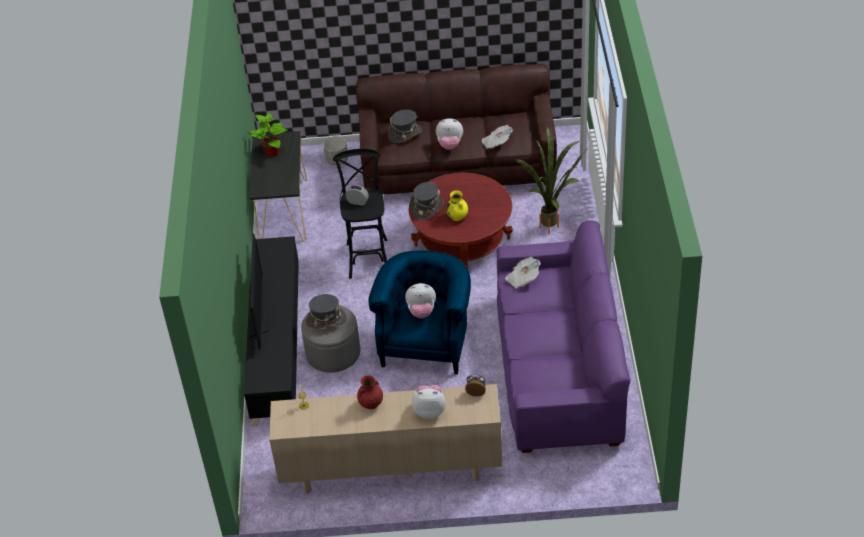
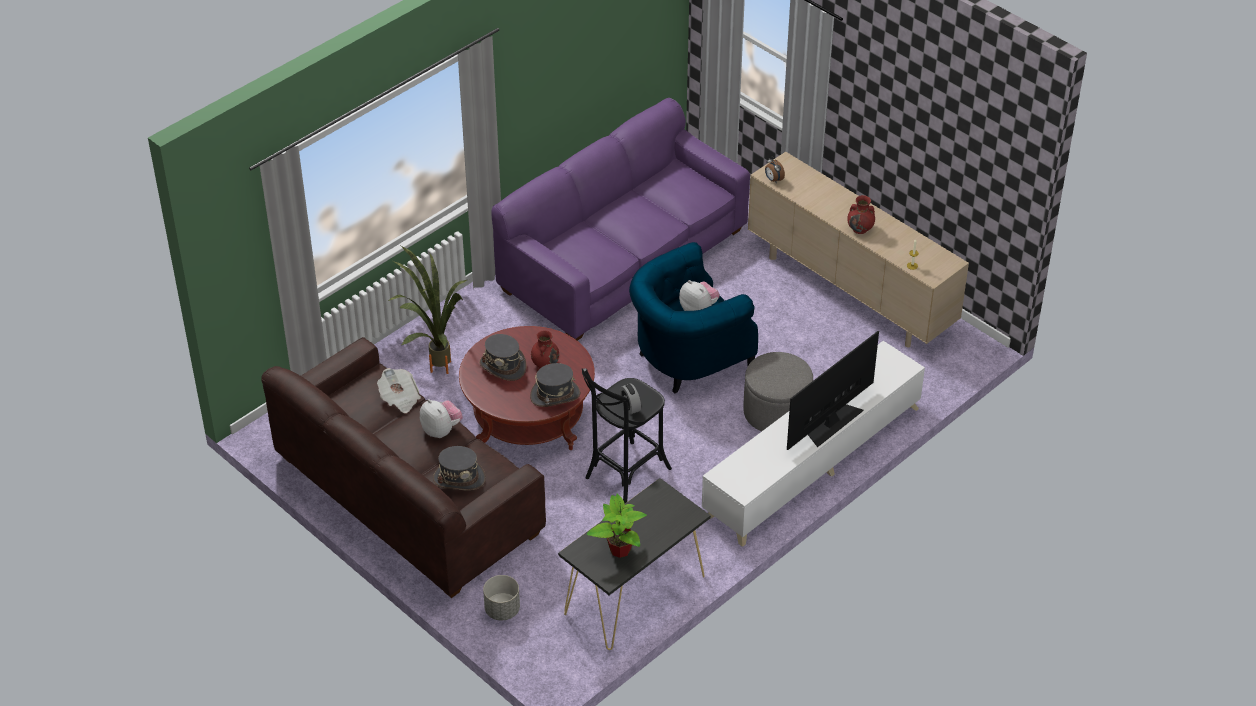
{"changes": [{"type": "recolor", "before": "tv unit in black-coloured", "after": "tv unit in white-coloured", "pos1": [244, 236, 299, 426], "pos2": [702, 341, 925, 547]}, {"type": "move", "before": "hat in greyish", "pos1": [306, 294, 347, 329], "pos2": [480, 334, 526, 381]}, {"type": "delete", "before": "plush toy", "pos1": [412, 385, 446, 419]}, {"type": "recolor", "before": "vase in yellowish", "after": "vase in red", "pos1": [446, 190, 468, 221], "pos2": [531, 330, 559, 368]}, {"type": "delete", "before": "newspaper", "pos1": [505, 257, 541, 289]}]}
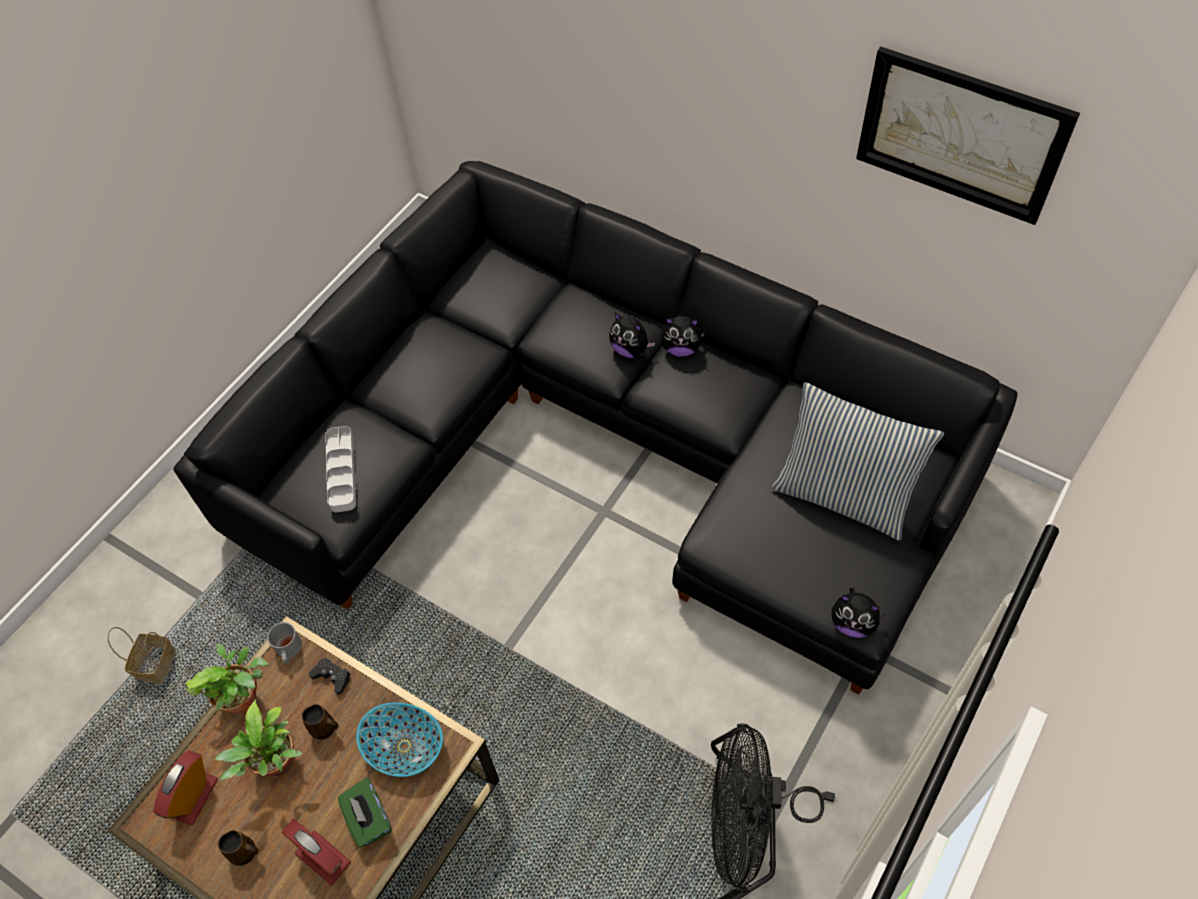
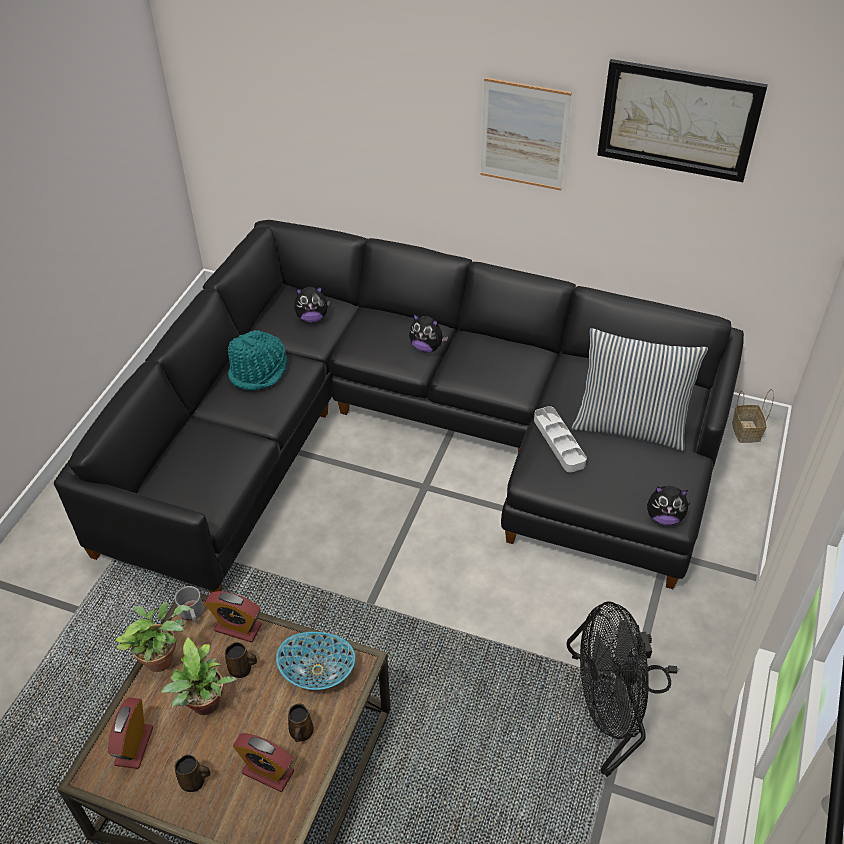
{"changes": [{"type": "move", "before": "basket", "pos1": [108, 627, 176, 684], "pos2": [732, 389, 774, 443]}, {"type": "replace", "before": "gamepad in black-coloured", "after": "alarm clock", "pos1": [309, 658, 351, 695], "pos2": [205, 591, 262, 642]}, {"type": "move", "before": "serving tray in greyish", "pos1": [325, 426, 356, 512], "pos2": [534, 406, 587, 472]}, {"type": "replace", "before": "tissue holder in green", "after": "coffee mug in brown-coloured", "pos1": [338, 777, 392, 847], "pos2": [288, 704, 314, 742]}, {"type": "move", "before": "plush toy", "pos1": [661, 316, 705, 357], "pos2": [294, 287, 330, 322]}, {"type": "insert", "after": "hat in turquoise-coloured", "pos2": [227, 330, 287, 390]}, {"type": "insert", "after": "wall picture", "pos2": [481, 78, 572, 191]}]}
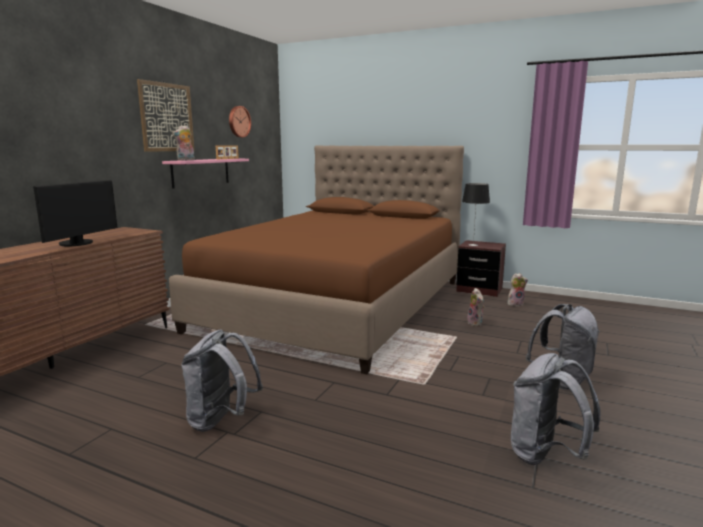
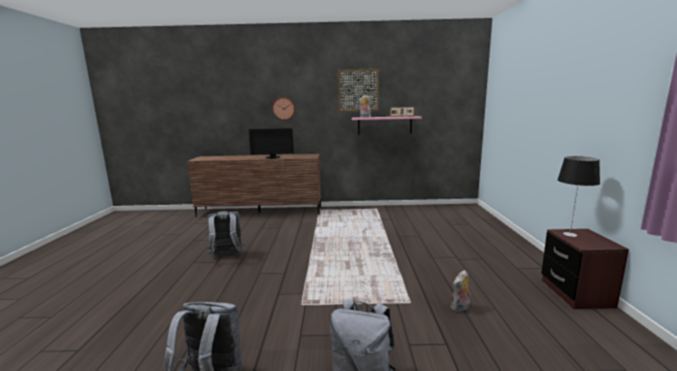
{"changes": [{"type": "delete", "before": "sleeping bed in brown-coloured", "pos1": [169, 145, 464, 374]}, {"type": "move", "before": "wall clock", "pos1": [229, 106, 251, 137], "pos2": [272, 97, 295, 120]}, {"type": "delete", "before": "plush toy", "pos1": [508, 273, 528, 306]}]}
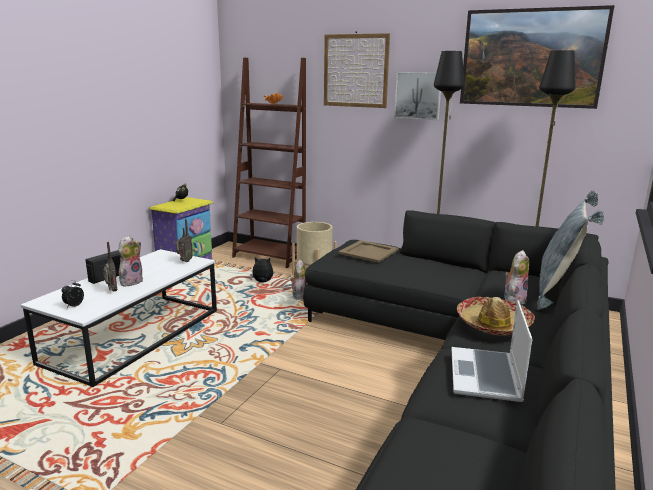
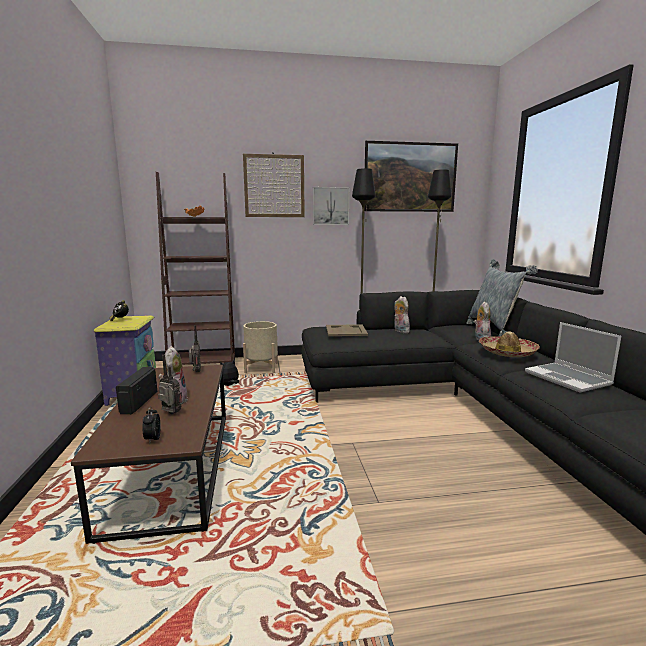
{"changes": [{"type": "recolor", "before": "low table in white-coloured", "after": "low table in brown-coloured", "pos1": [21, 249, 217, 387], "pos2": [71, 365, 226, 544]}, {"type": "move", "before": "plush toy", "pos1": [290, 260, 307, 300], "pos2": [394, 296, 410, 333]}]}
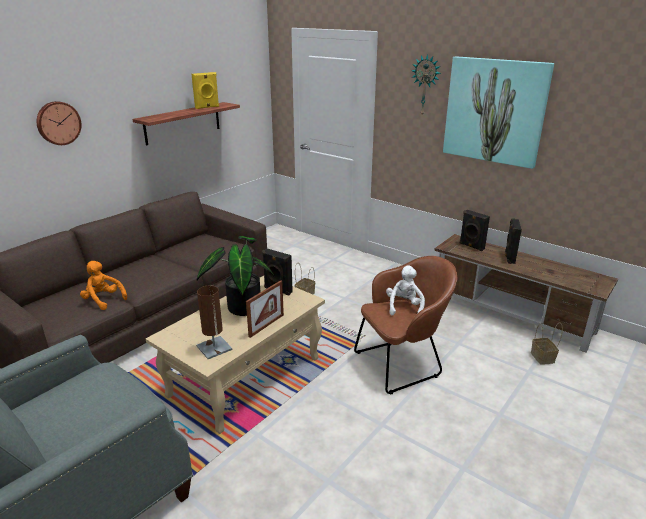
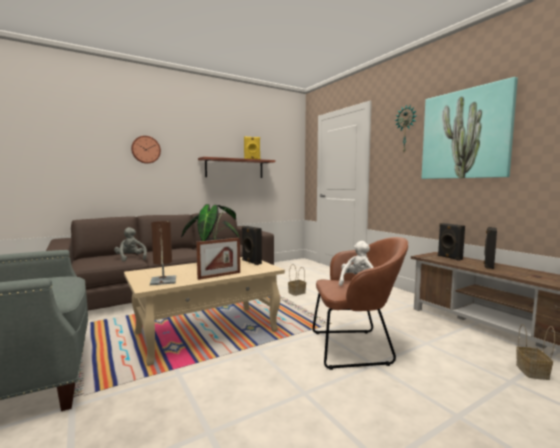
{"changes": [{"type": "recolor", "before": "plush toy in orange", "after": "plush toy in greyish", "pos1": [80, 261, 127, 310], "pos2": [114, 227, 147, 262]}]}
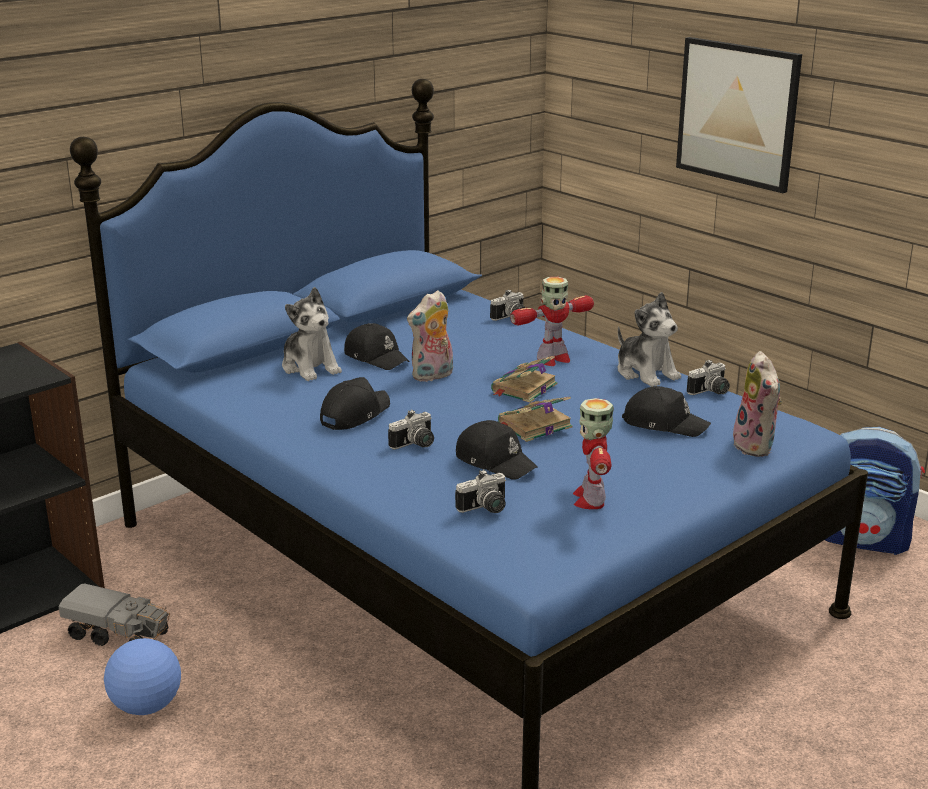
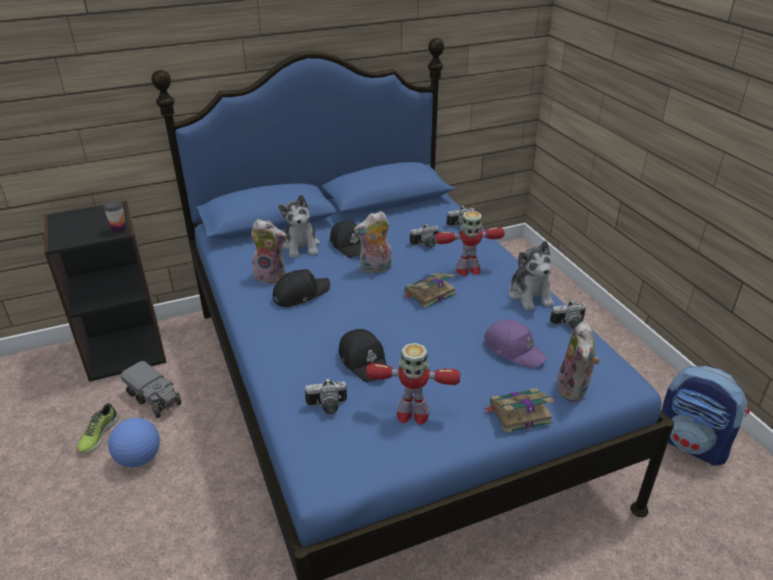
{"changes": [{"type": "move", "before": "still camera", "pos1": [388, 410, 434, 450], "pos2": [410, 223, 439, 248]}, {"type": "move", "before": "bound book", "pos1": [498, 397, 572, 442], "pos2": [484, 388, 554, 433]}, {"type": "rotate", "before": "toy robot", "pos1": [573, 398, 614, 509], "pos2": [366, 343, 460, 425], "turn": -105}, {"type": "recolor", "before": "peaked cap in black-coloured", "after": "peaked cap in purple", "pos1": [622, 386, 711, 437], "pos2": [484, 319, 547, 368]}, {"type": "delete", "before": "wall picture", "pos1": [676, 37, 802, 193]}, {"type": "insert", "after": "low shoe", "pos2": [77, 403, 119, 453]}, {"type": "insert", "after": "cup", "pos2": [103, 200, 126, 233]}, {"type": "insert", "after": "plush toy", "pos2": [251, 219, 287, 284]}]}
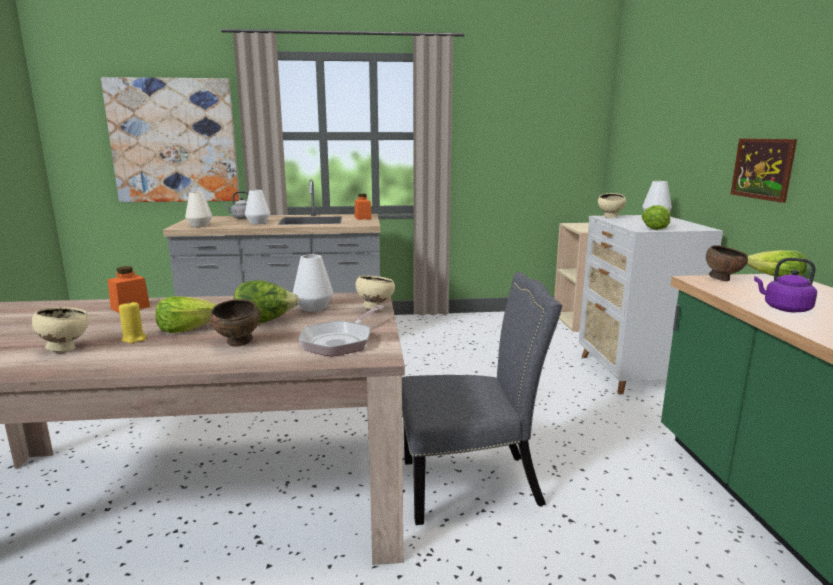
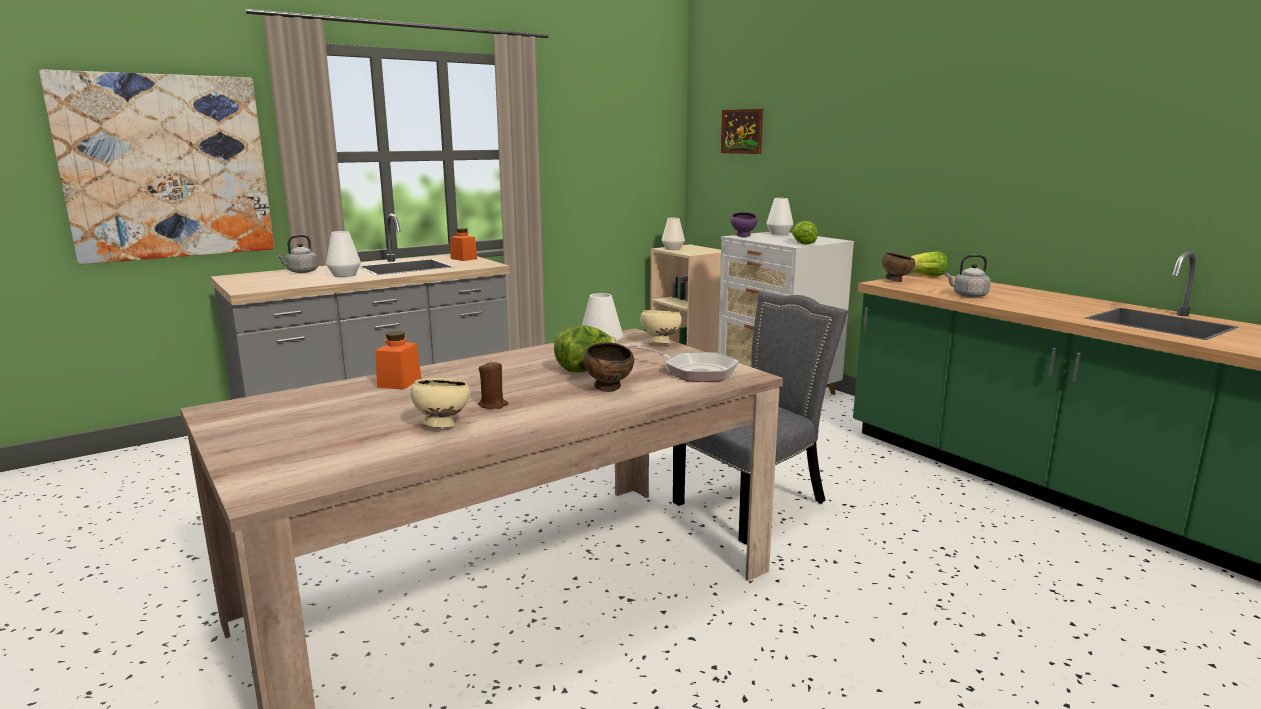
{"changes": [{"type": "recolor", "before": "candle in yellowish", "after": "candle in brown-coloured", "pos1": [119, 301, 147, 343], "pos2": [478, 361, 509, 409]}, {"type": "delete", "before": "head of lettuce", "pos1": [155, 296, 218, 333]}, {"type": "move", "before": "vase in white-coloured", "pos1": [185, 192, 212, 227], "pos2": [662, 218, 685, 250]}, {"type": "rotate", "before": "pan", "pos1": [299, 305, 385, 357], "pos2": [627, 344, 739, 382], "turn": -60}, {"type": "recolor", "before": "serving bowl in beige-coloured", "after": "serving bowl in purple", "pos1": [598, 193, 626, 218], "pos2": [730, 212, 758, 237]}, {"type": "move", "before": "wall picture", "pos1": [730, 138, 797, 203], "pos2": [721, 109, 763, 154]}, {"type": "recolor", "before": "kettle in purple", "after": "kettle in greyish", "pos1": [754, 258, 817, 312], "pos2": [945, 255, 991, 297]}]}
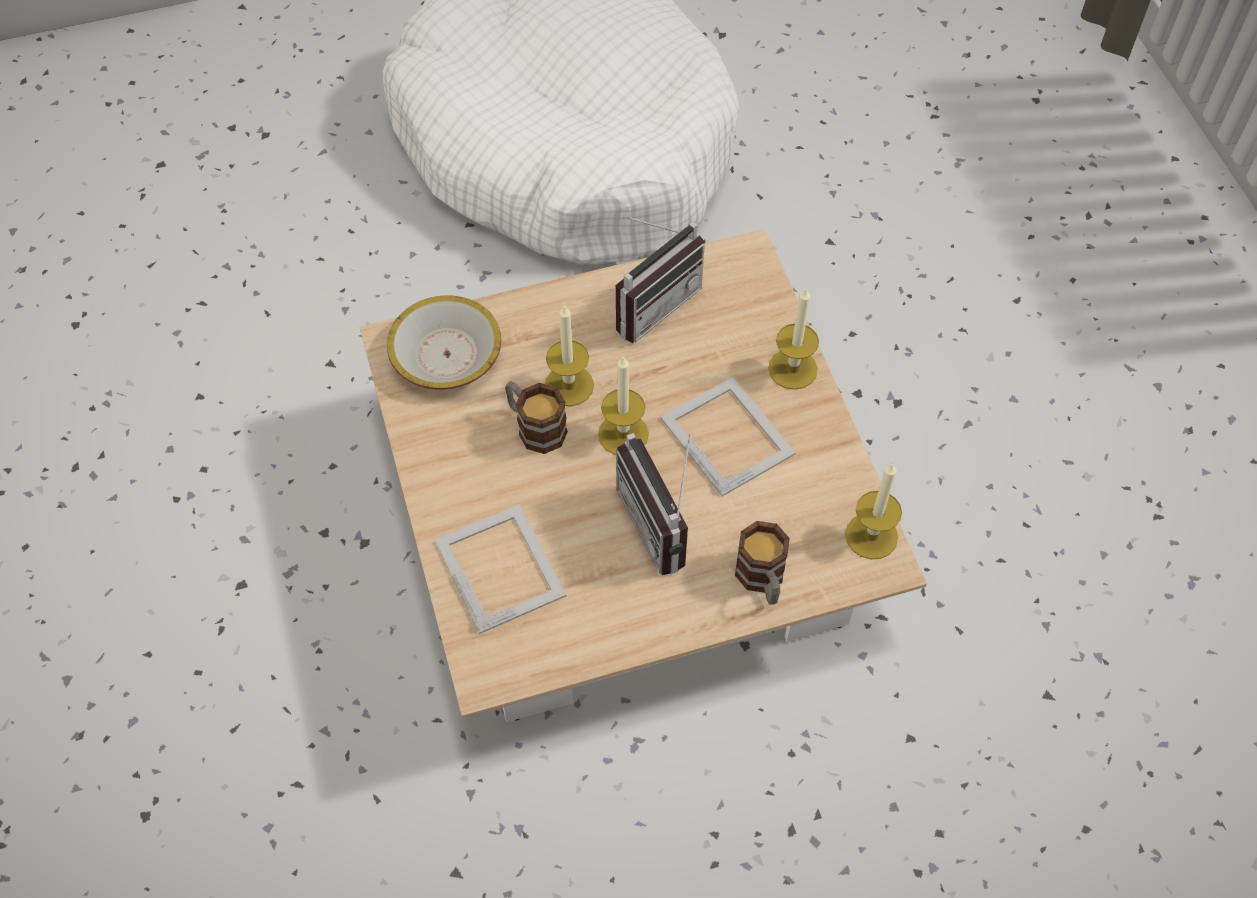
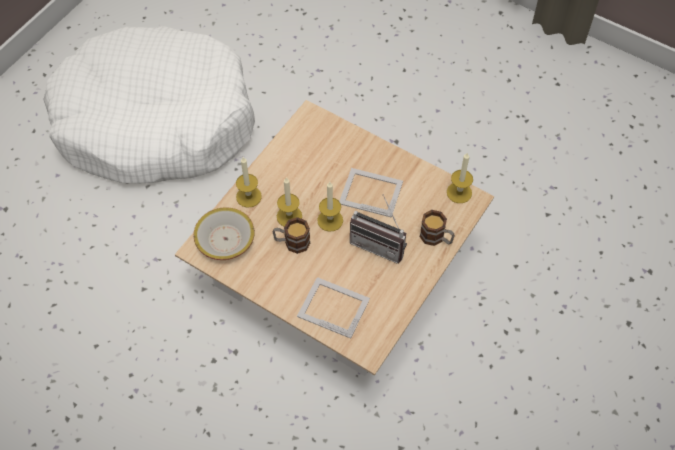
{"changes": [{"type": "delete", "before": "radio", "pos1": [616, 216, 705, 343]}, {"type": "move", "before": "candle", "pos1": [768, 289, 819, 390], "pos2": [236, 157, 262, 208]}]}
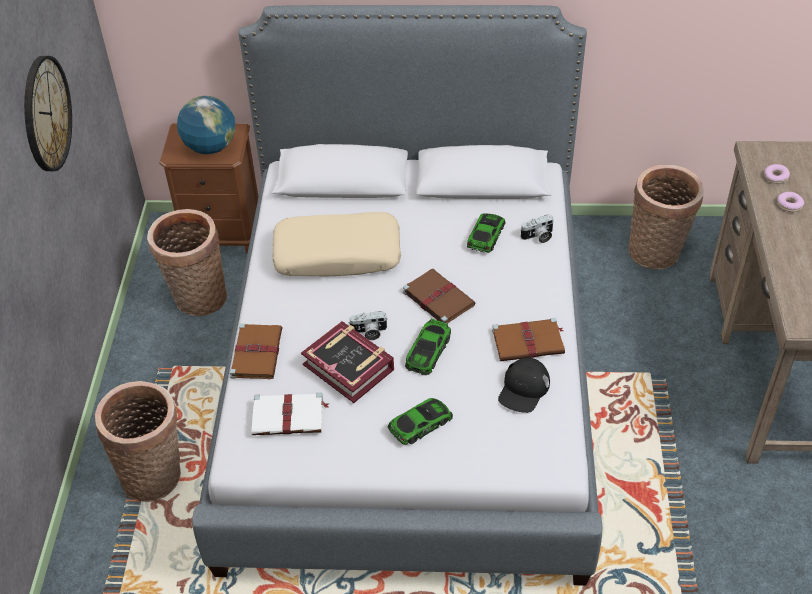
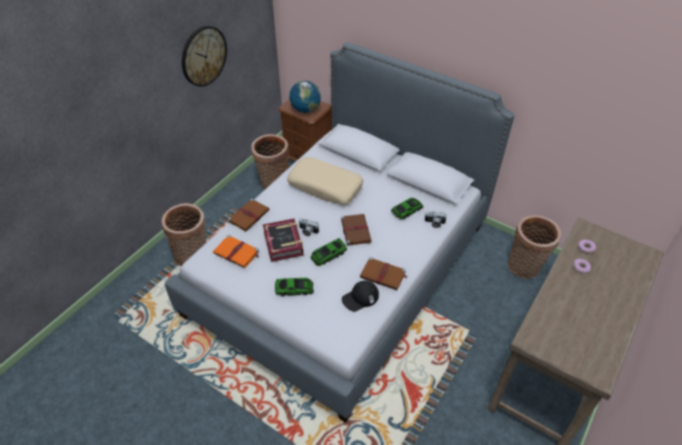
{"changes": [{"type": "recolor", "before": "bound book in white-coloured", "after": "bound book in orange", "pos1": [252, 392, 328, 435], "pos2": [213, 235, 259, 268]}]}
